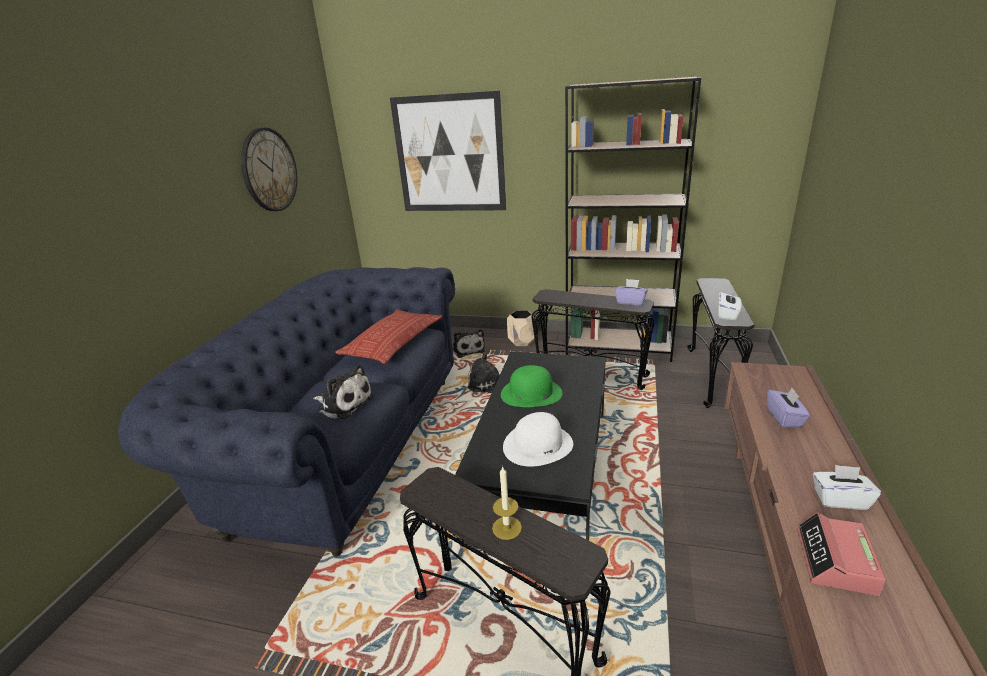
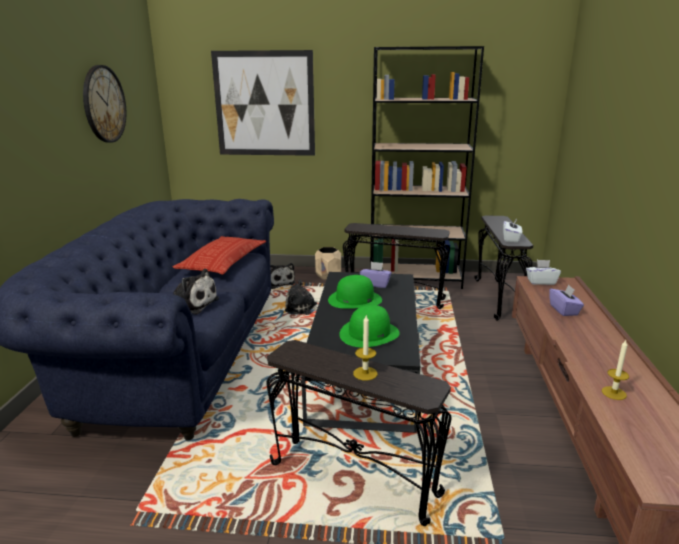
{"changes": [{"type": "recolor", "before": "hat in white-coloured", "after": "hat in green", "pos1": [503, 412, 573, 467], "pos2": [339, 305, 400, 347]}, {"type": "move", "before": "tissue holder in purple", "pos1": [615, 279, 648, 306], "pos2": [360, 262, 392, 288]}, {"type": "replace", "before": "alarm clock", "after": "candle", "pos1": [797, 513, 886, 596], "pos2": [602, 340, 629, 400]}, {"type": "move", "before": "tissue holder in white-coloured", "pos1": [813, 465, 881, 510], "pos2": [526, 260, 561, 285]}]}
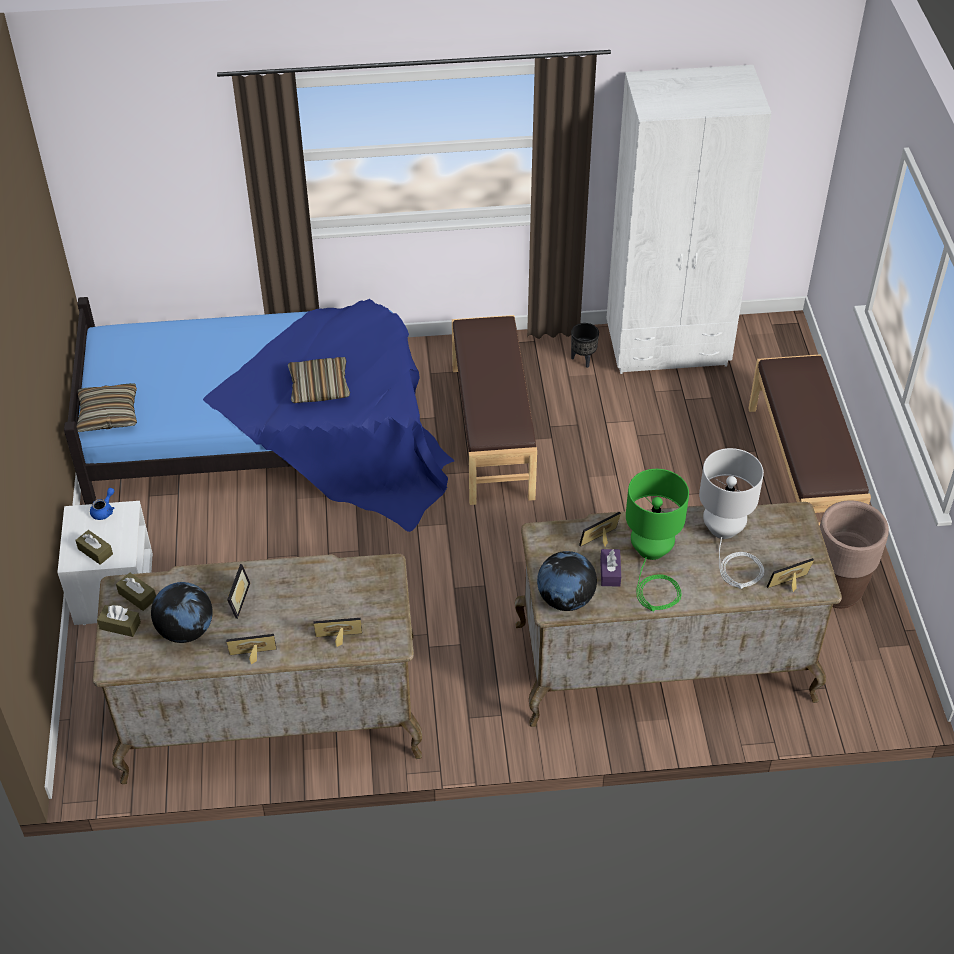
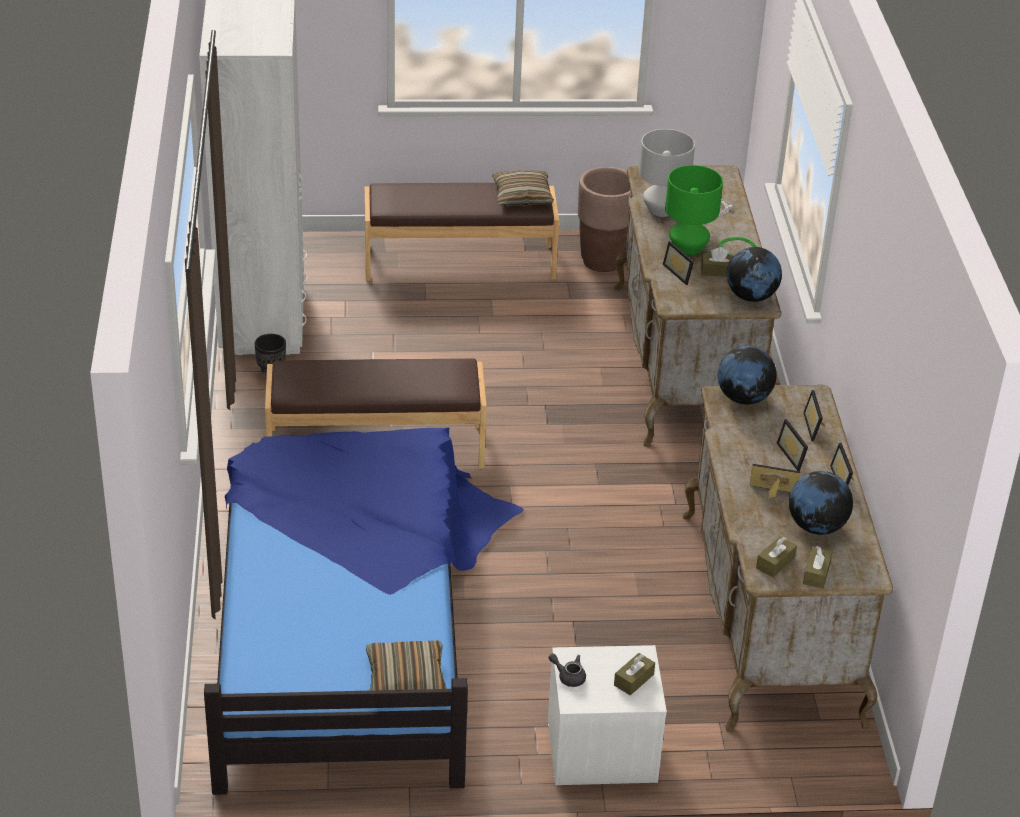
{"changes": [{"type": "recolor", "before": "teapot in blue", "after": "teapot in greyish", "pos1": [90, 488, 114, 520], "pos2": [549, 653, 586, 687]}, {"type": "move", "before": "cushion", "pos1": [288, 357, 350, 403], "pos2": [492, 170, 554, 206]}, {"type": "recolor", "before": "tissue holder in purple", "after": "tissue holder in brown-coloured", "pos1": [600, 549, 621, 586], "pos2": [701, 247, 733, 277]}, {"type": "move", "before": "standing frame", "pos1": [767, 558, 814, 592], "pos2": [777, 419, 808, 471]}, {"type": "insert", "after": "world globe", "pos2": [718, 346, 777, 404]}]}
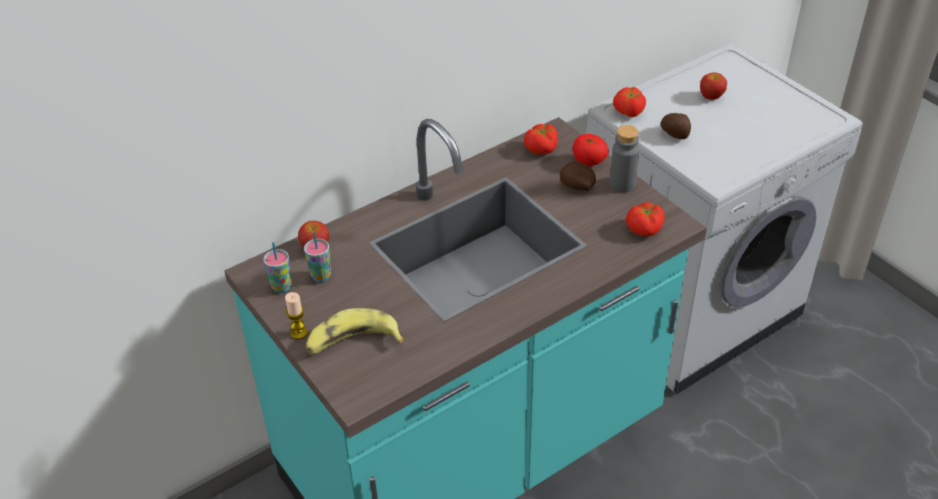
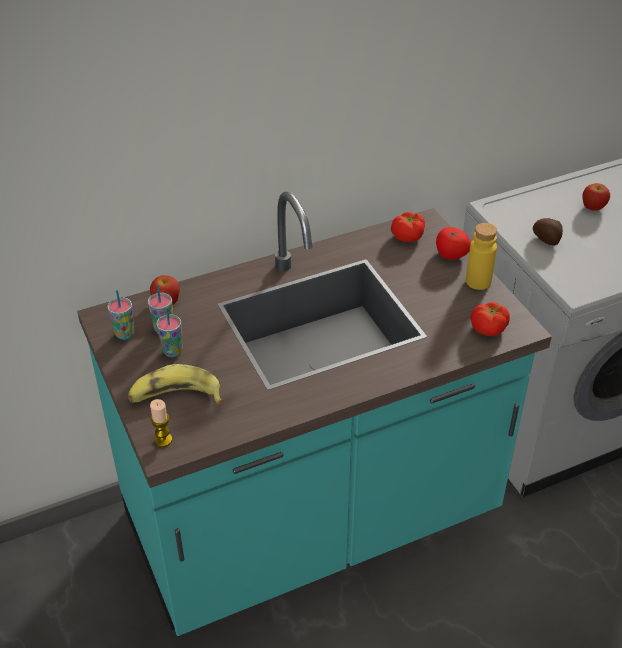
{"changes": [{"type": "move", "before": "candle", "pos1": [285, 292, 308, 340], "pos2": [150, 399, 172, 447]}, {"type": "delete", "before": "whole potato", "pos1": [560, 161, 596, 191]}, {"type": "recolor", "before": "drink bottle in greyish", "after": "drink bottle in yellowish", "pos1": [610, 125, 639, 192], "pos2": [466, 223, 497, 290]}, {"type": "delete", "before": "tomato", "pos1": [613, 87, 646, 117]}, {"type": "insert", "after": "cup", "pos2": [156, 307, 183, 357]}]}
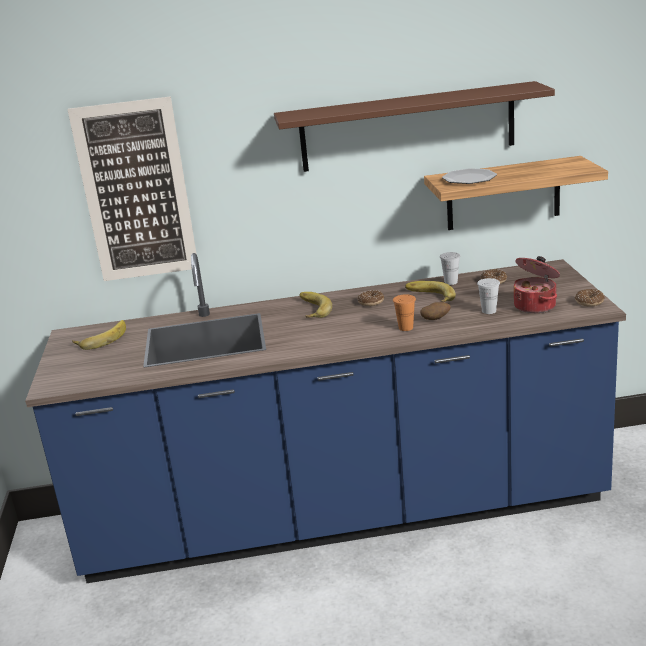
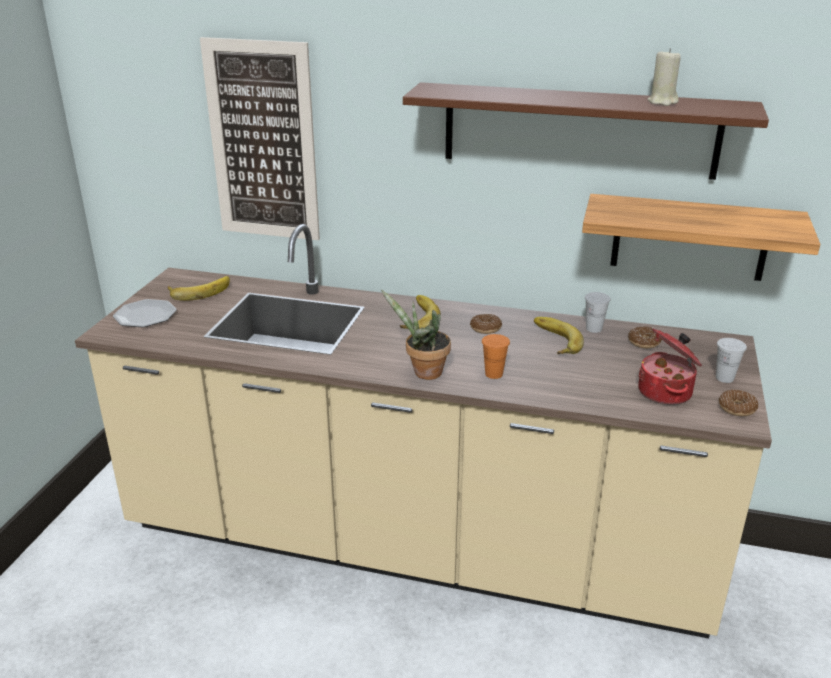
{"changes": [{"type": "recolor", "before": "kitchen base unit in blue", "after": "kitchen base unit in beige-coloured", "pos1": [25, 253, 626, 583], "pos2": [75, 224, 772, 639]}, {"type": "delete", "before": "whole potato", "pos1": [420, 302, 451, 320]}, {"type": "move", "before": "flat dish", "pos1": [442, 168, 497, 184], "pos2": [113, 299, 177, 327]}, {"type": "move", "before": "cup in white-coloured", "pos1": [477, 278, 500, 314], "pos2": [716, 338, 747, 383]}, {"type": "insert", "after": "potted plant", "pos2": [381, 289, 451, 380]}, {"type": "insert", "after": "candle in beige-coloured", "pos2": [647, 48, 681, 106]}]}
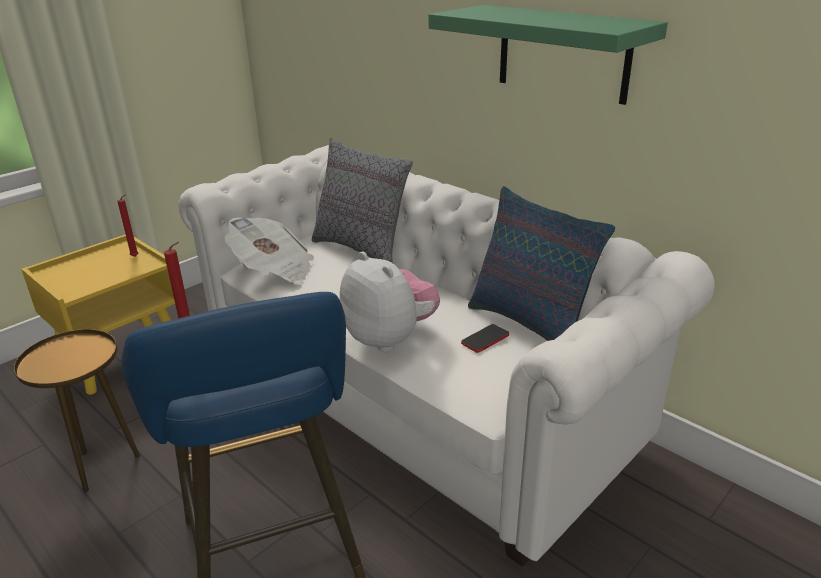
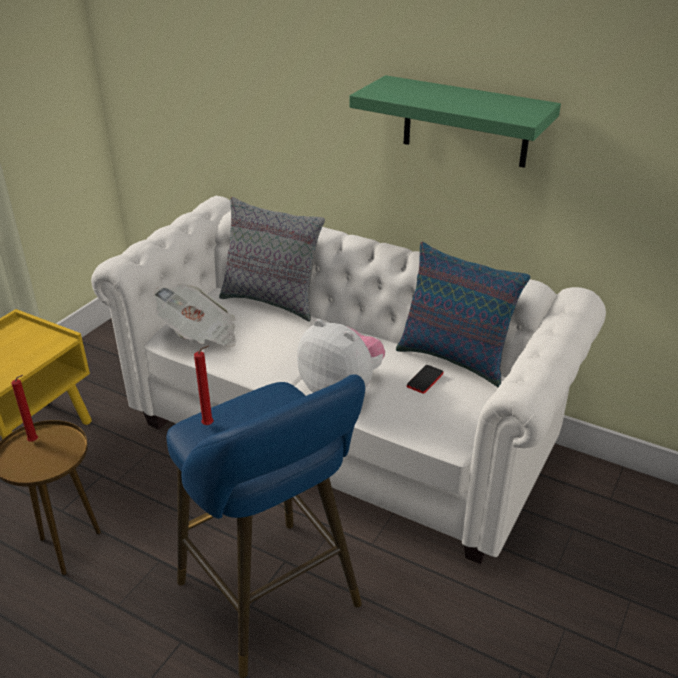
{"changes": [{"type": "move", "before": "candle in red", "pos1": [117, 194, 138, 257], "pos2": [11, 375, 38, 442]}]}
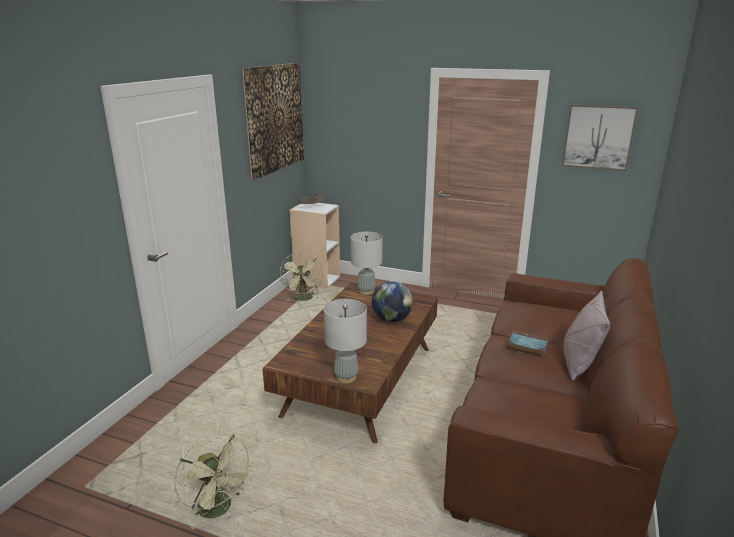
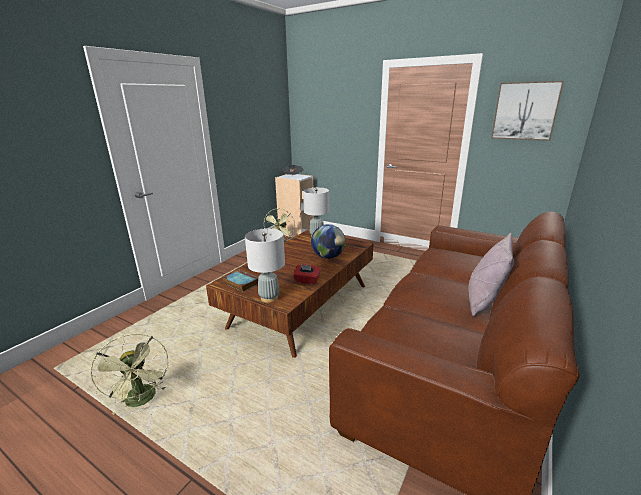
{"changes": [{"type": "delete", "before": "wall picture", "pos1": [242, 63, 304, 180]}, {"type": "move", "before": "bound book", "pos1": [507, 331, 549, 358], "pos2": [223, 270, 258, 292]}, {"type": "insert", "after": "tissue holder in red", "pos2": [293, 264, 321, 285]}]}
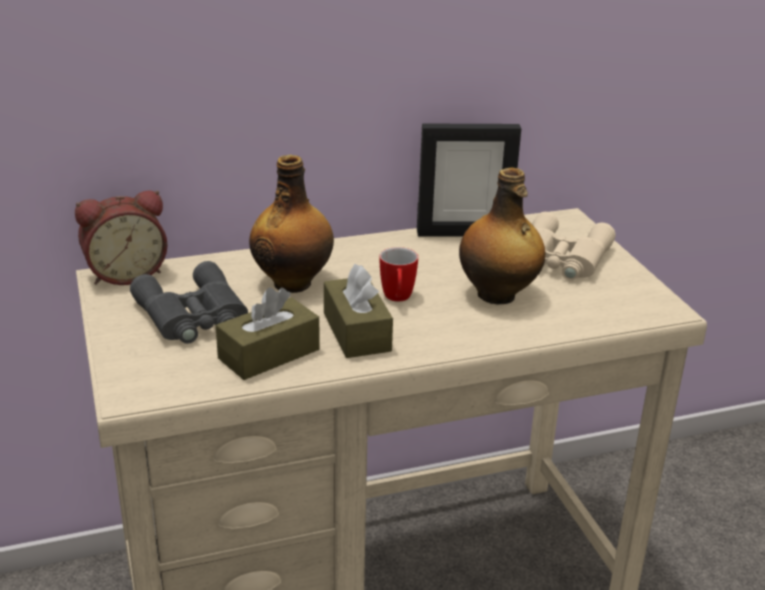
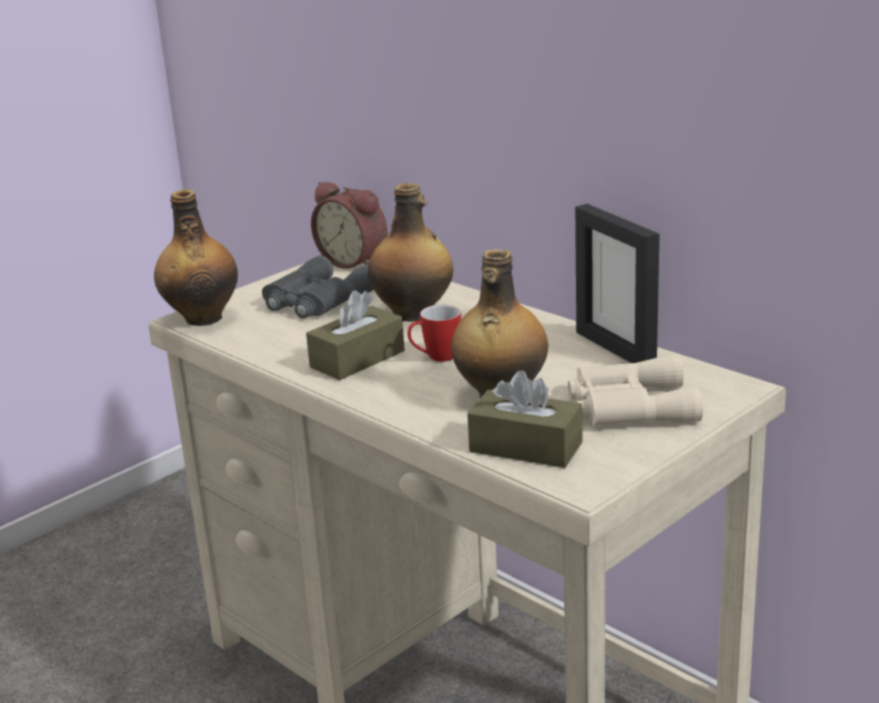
{"changes": [{"type": "move", "before": "tissue holder in brown-coloured", "pos1": [216, 288, 320, 380], "pos2": [467, 370, 583, 468]}, {"type": "insert", "after": "drink bottle", "pos2": [154, 189, 238, 326]}]}
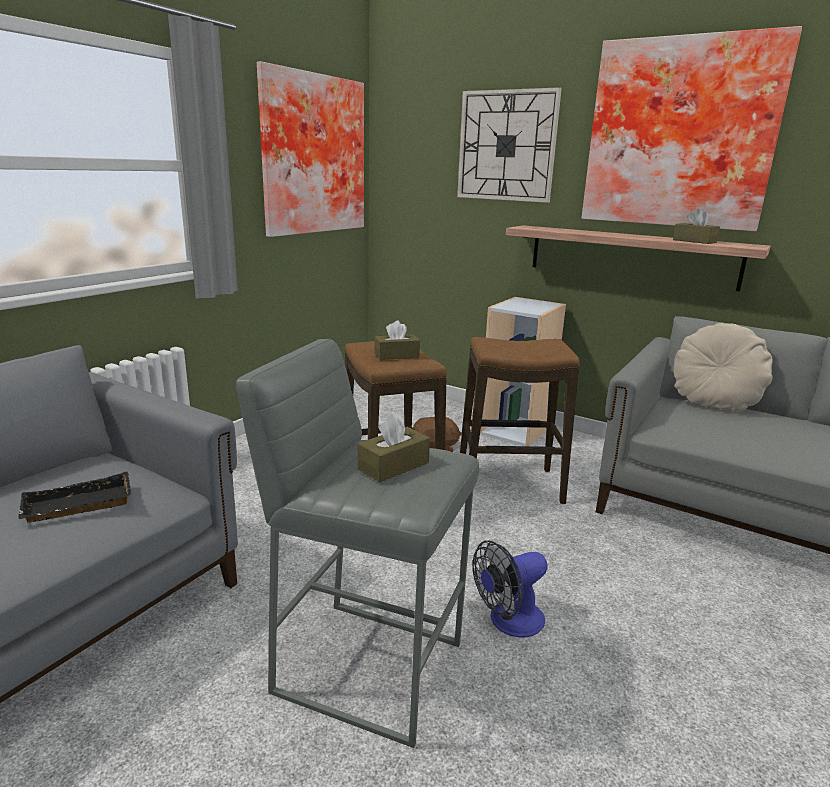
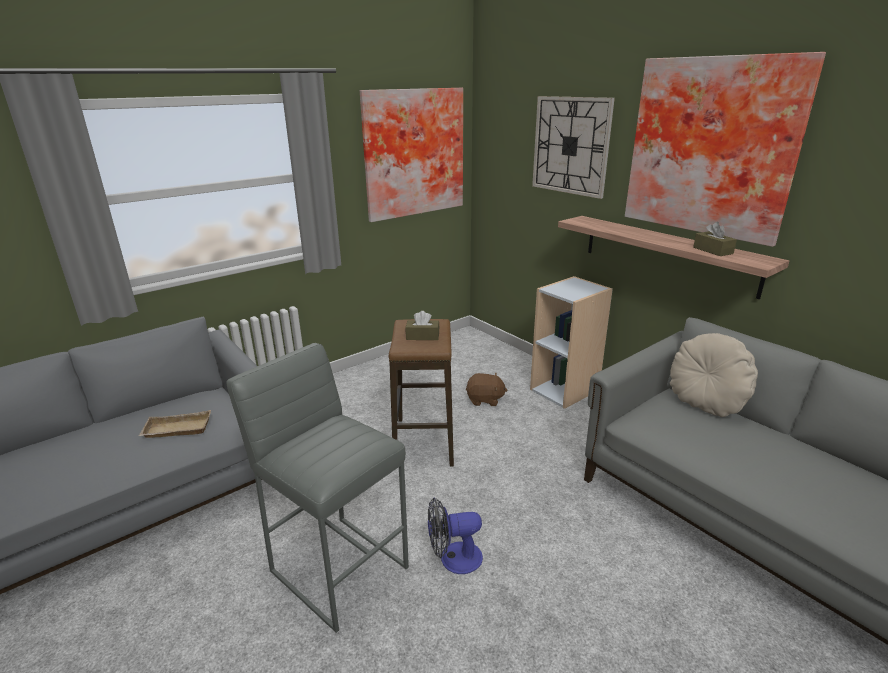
{"changes": [{"type": "recolor", "before": "serving tray in black-coloured", "after": "serving tray in beige-coloured", "pos1": [18, 472, 131, 523], "pos2": [139, 410, 211, 438]}, {"type": "delete", "before": "tissue holder in brown-coloured", "pos1": [358, 413, 430, 482]}, {"type": "delete", "before": "stool seat", "pos1": [460, 337, 580, 504]}]}
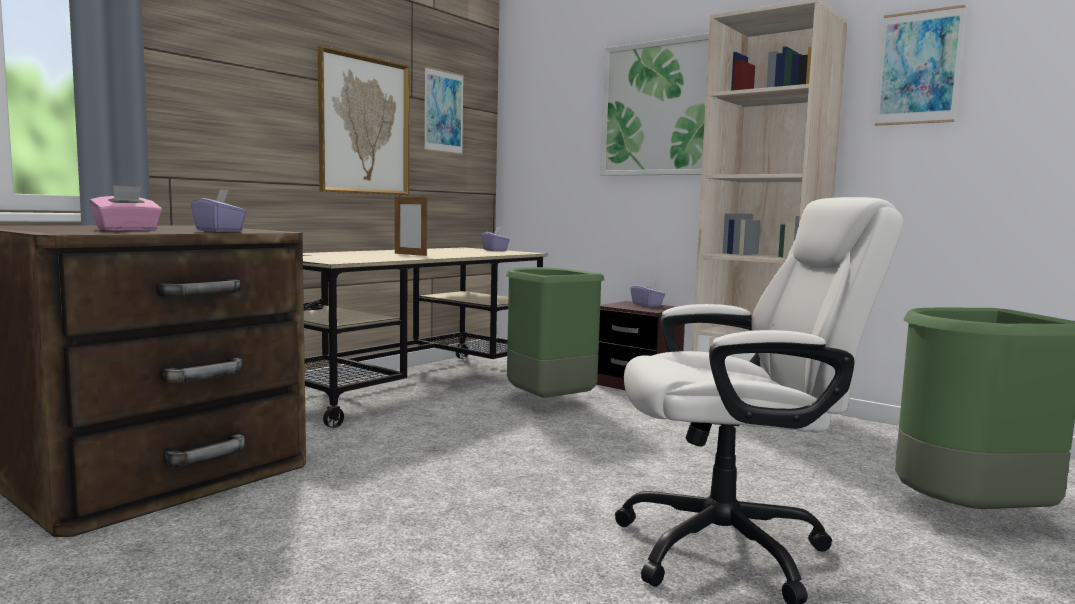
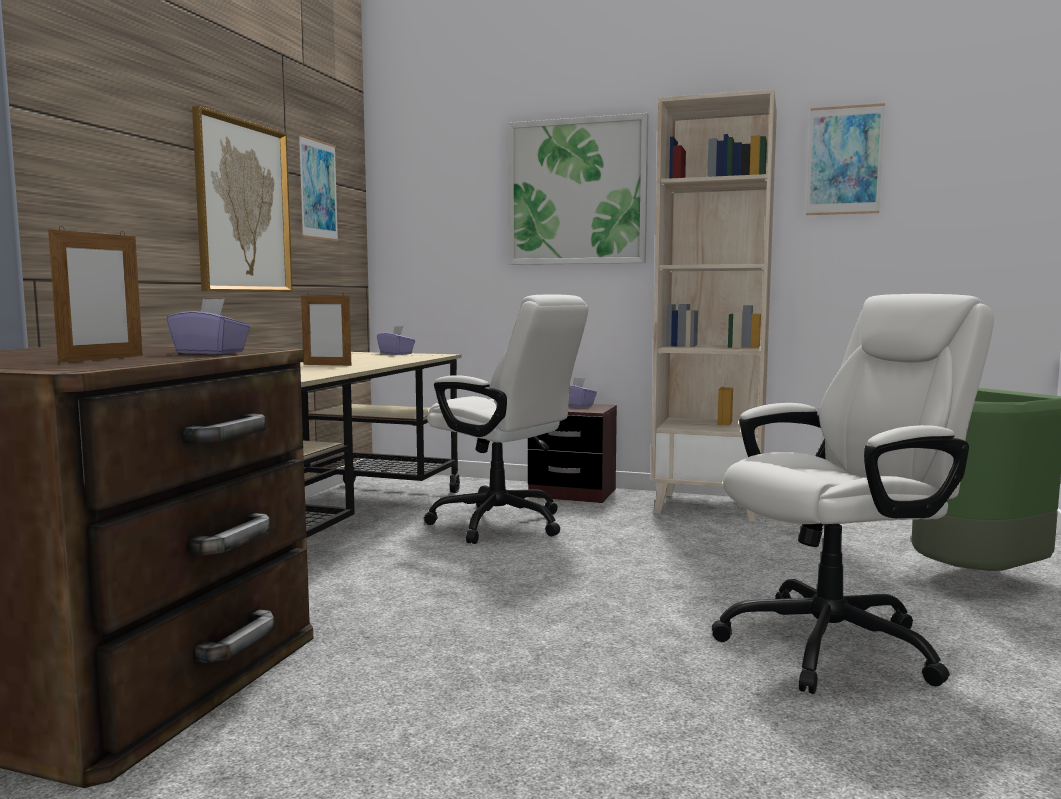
{"changes": [{"type": "replace", "before": "tissue holder in pink-coloured", "after": "standing frame", "pos1": [90, 185, 162, 231], "pos2": [48, 226, 143, 363]}, {"type": "replace", "before": "trash can in green", "after": "computer chair in white-coloured", "pos1": [506, 267, 604, 398], "pos2": [424, 294, 588, 544]}]}
